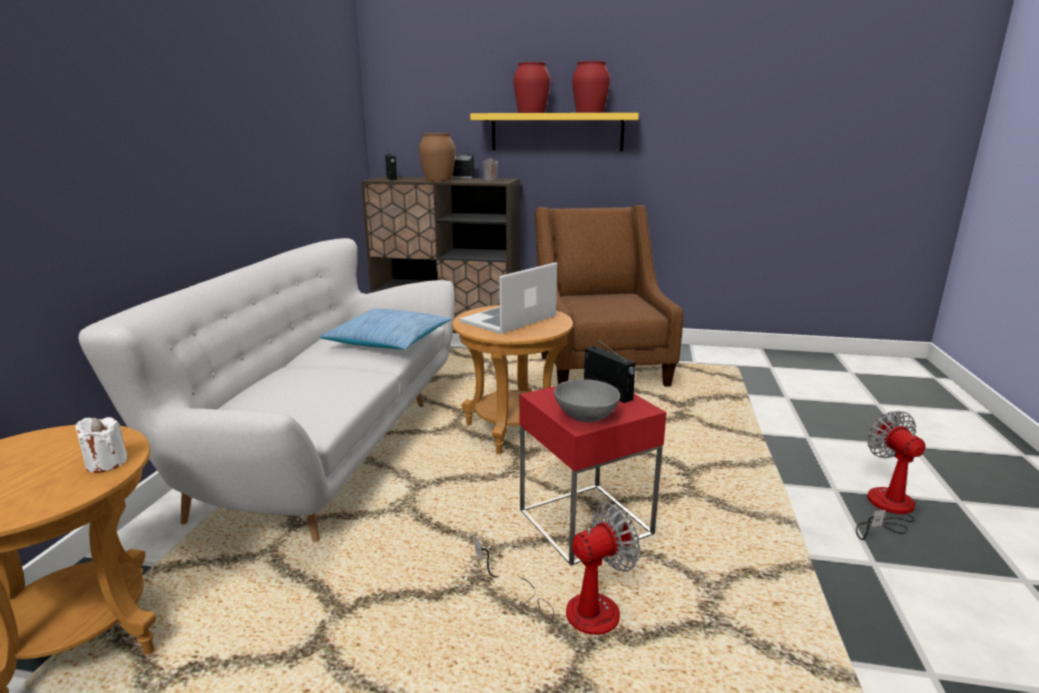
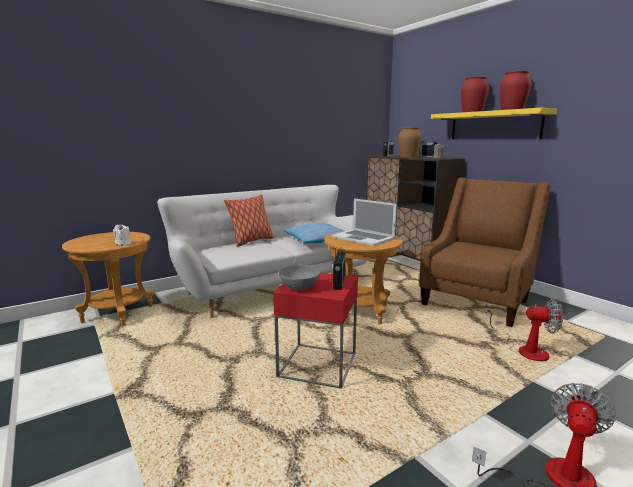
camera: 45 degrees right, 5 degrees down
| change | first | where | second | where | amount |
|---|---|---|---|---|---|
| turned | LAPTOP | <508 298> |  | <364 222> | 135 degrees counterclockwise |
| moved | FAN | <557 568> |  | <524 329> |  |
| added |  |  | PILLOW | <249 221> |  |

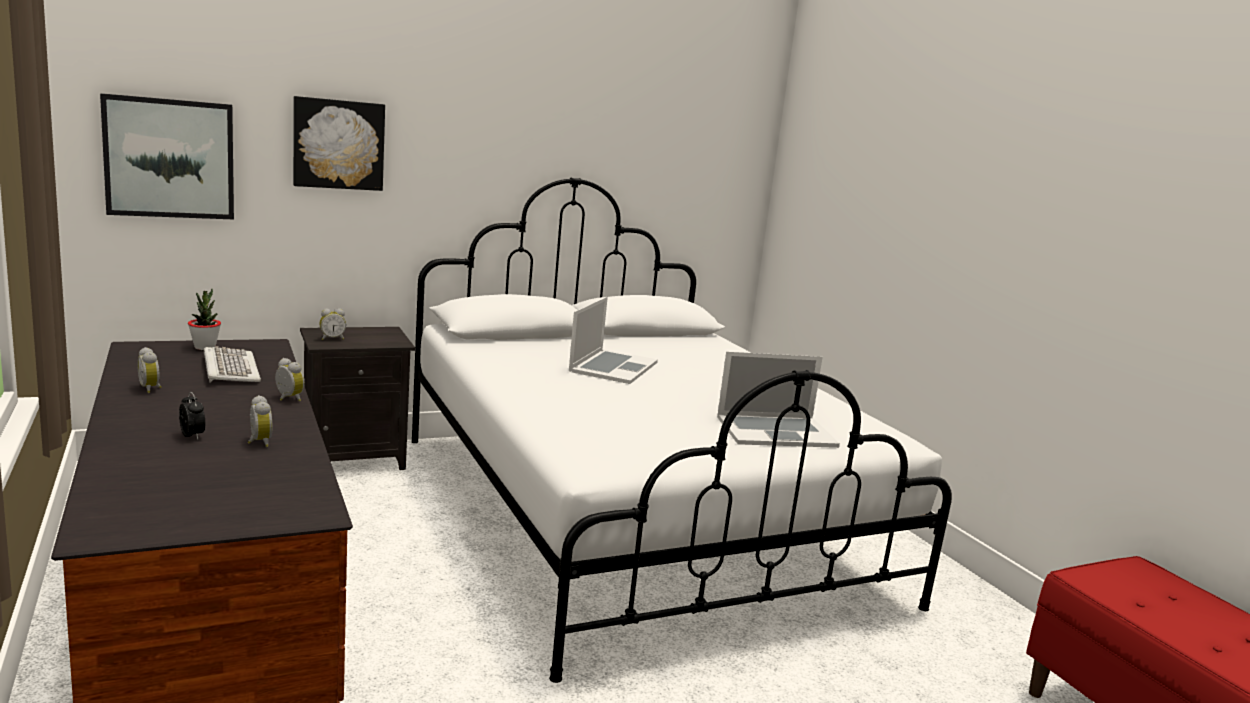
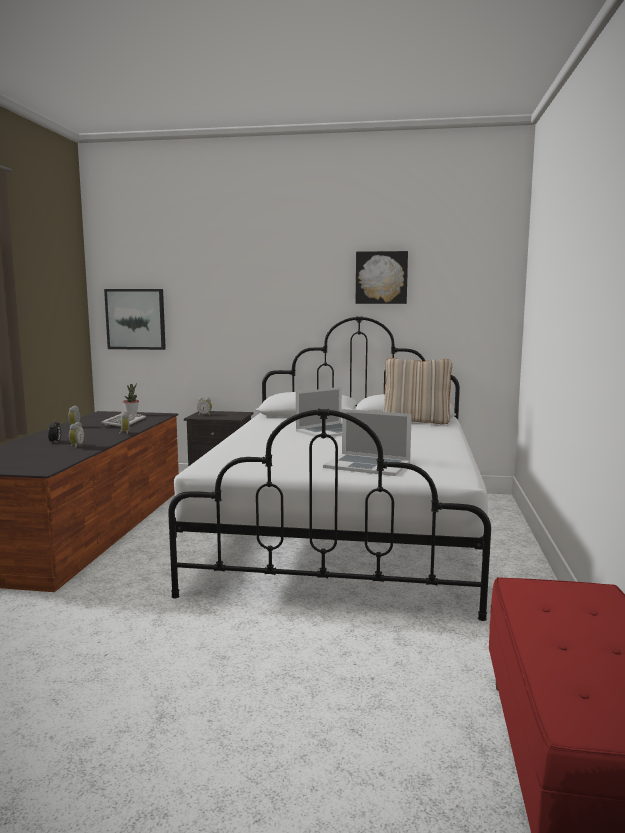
camera: 35 degrees right, 5 degrees down
| change | first | where | second | where | amount |
|---|---|---|---|---|---|
| moved | PICTURE | <339 143> |  | <382 277> |  |
| added |  |  | BEIGE PILLOW | <417 391> |  |

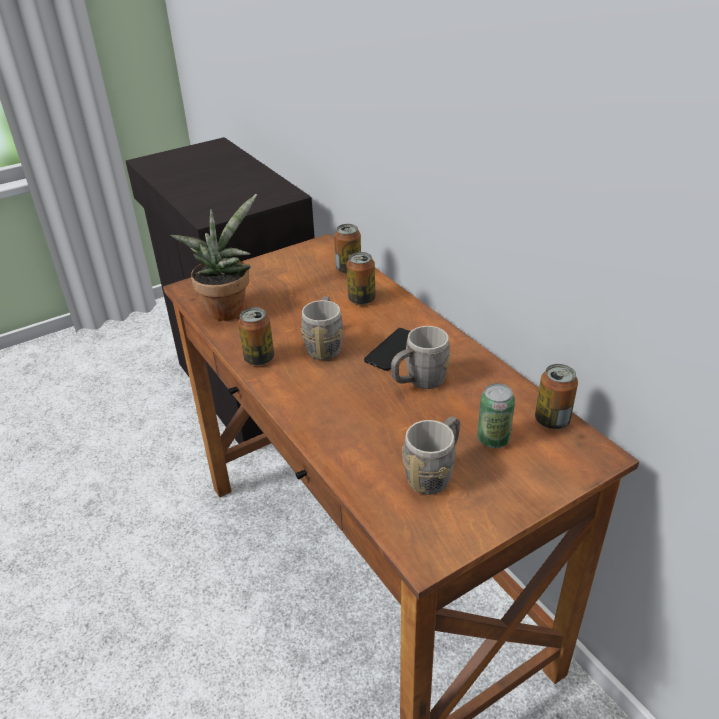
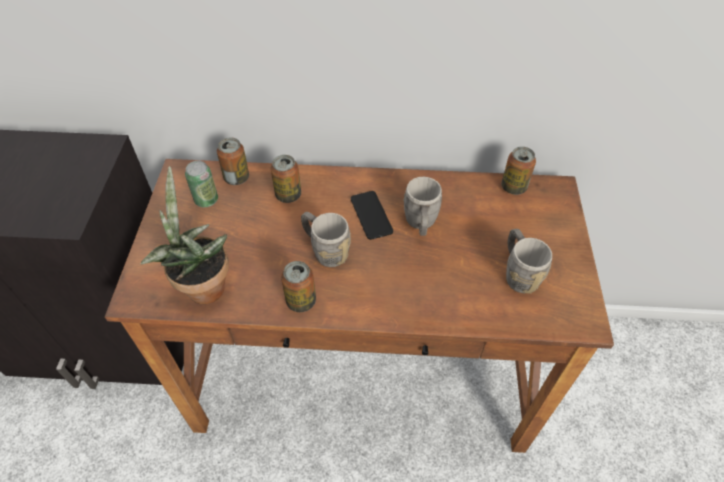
camera: 55 degrees left, 15 degrees up
| change | first | where | second | where | amount |
|---|---|---|---|---|---|
| moved | CAN | <496 415> |  | <201 184> |  |

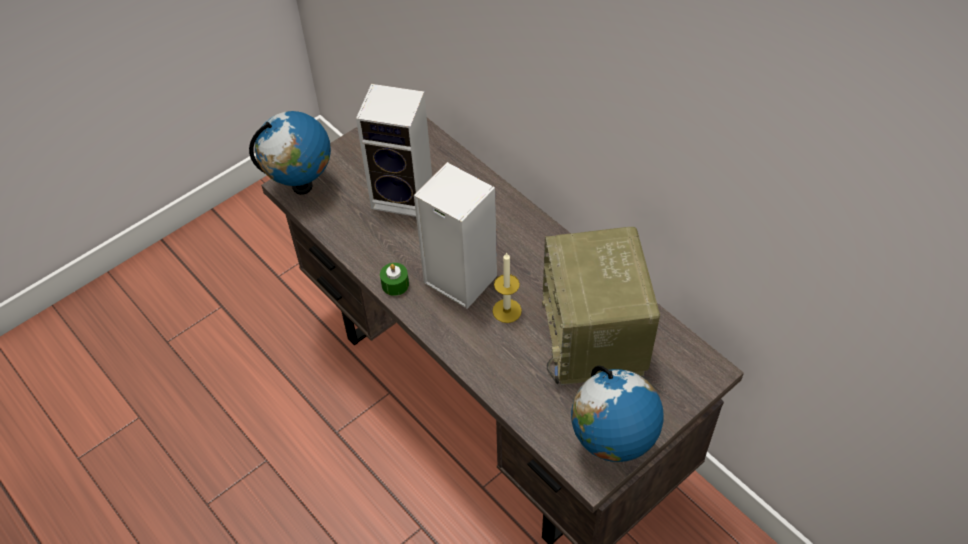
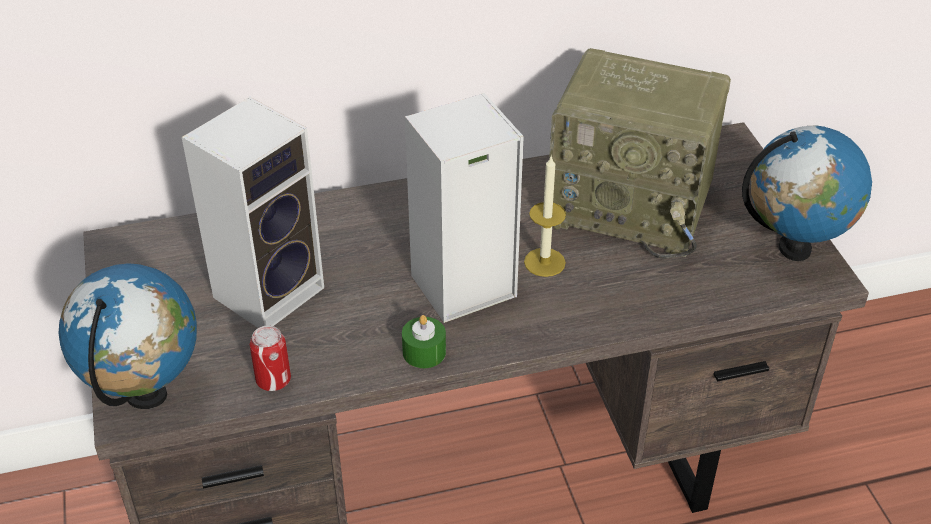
camera: 65 degrees left, 10 degrees down
| change | first | where | second | where | amount |
|---|---|---|---|---|---|
| added |  |  | CAN | <270 358> |  |

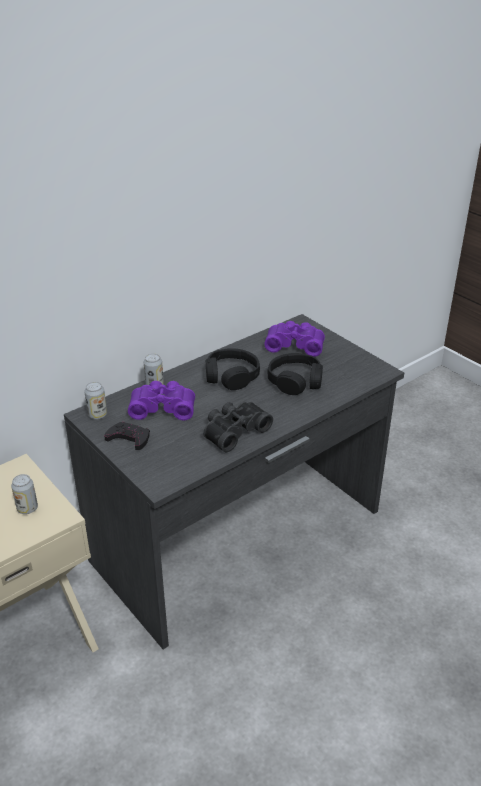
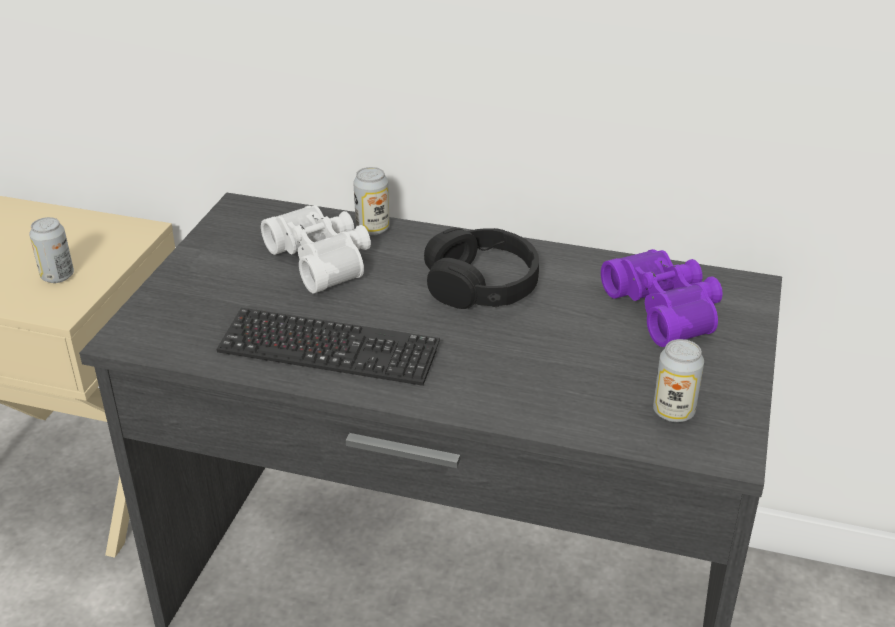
camera: 55 degrees right, 0 degrees up
| change | first | where | second | where | amount |
|---|---|---|---|---|---|
| moved | CAN | <95 400> |  | <678 380> |  |
| removed | BLACK GAME CONTROLLER | <127 436> |  |  |  |
| recoloured | PURPLE BINOCULARS | <161 400> | WHITE BINOCULARS | <316 249> |  |
| replaced | BLACK BINOCULARS | <238 427> | KEYBOARD | <328 347> |  |
| removed | BLACK HEADPHONES | <295 374> |  |  |  |

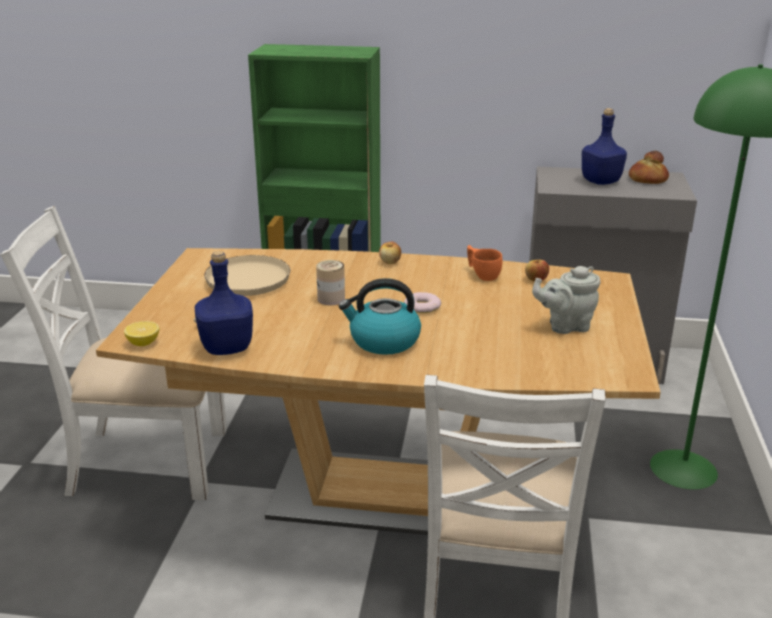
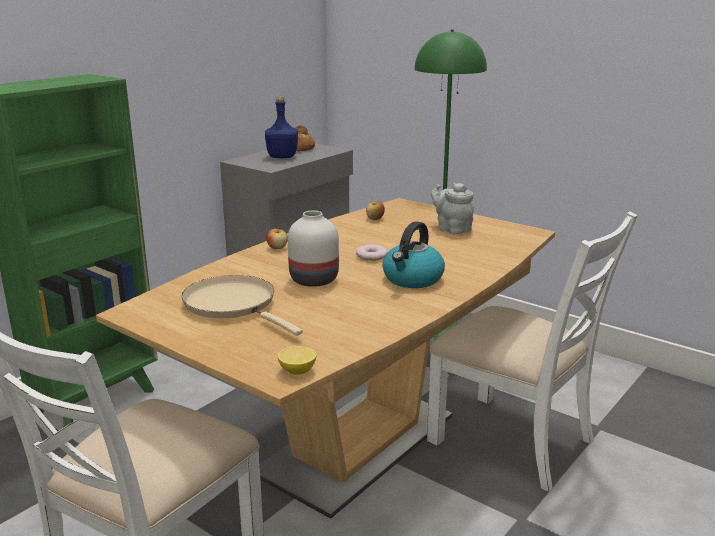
camera: 60 degrees left, 5 degrees down
| change | first | where | second | where | amount |
|---|---|---|---|---|---|
| removed | BLUE BOTTLE | <224 303> |  |  |  |
| replaced | CAN | <330 282> | WHITE VASE | <313 248> |  |
| removed | ORANGE CUP | <484 263> |  |  |  |
| turned | GREY TEAPOT | <566 300> |  | <452 209> | 120 degrees clockwise |

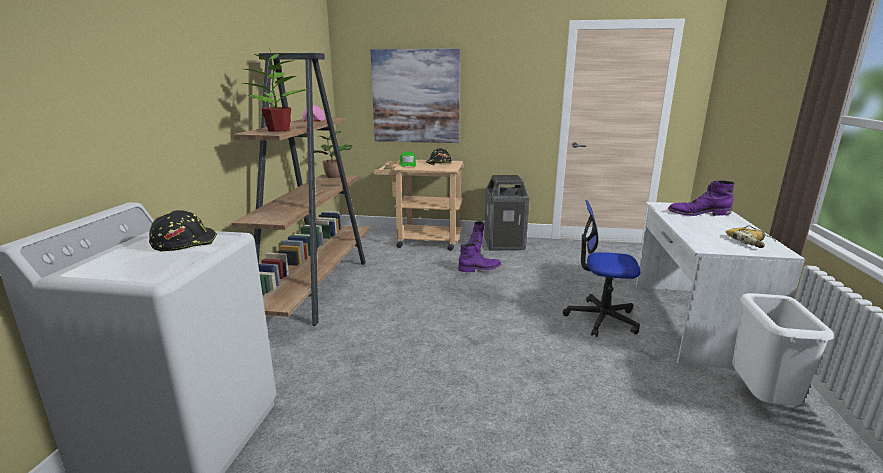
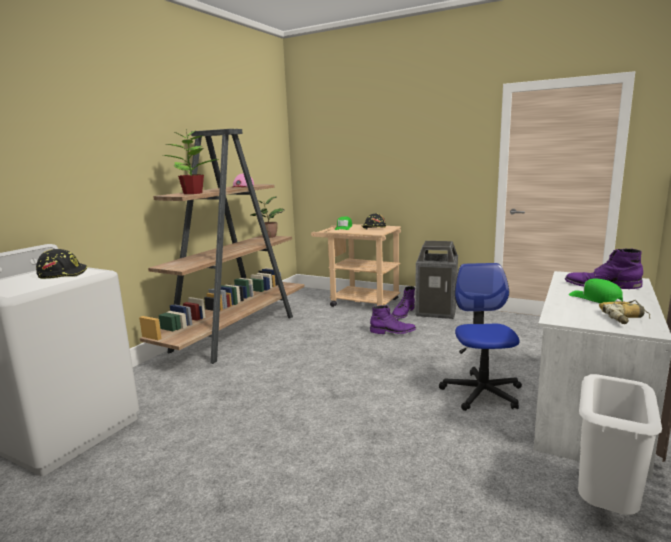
camera: 20 degrees right, 5 degrees down
| change | first | where | second | where | amount |
|---|---|---|---|---|---|
| removed | PICTURE | <415 96> |  |  |  |
| turned | OFFICE CHAIR | <601 268> |  | <480 337> | 60 degrees clockwise |
| added |  |  | GREEN CAP | <596 290> |  |

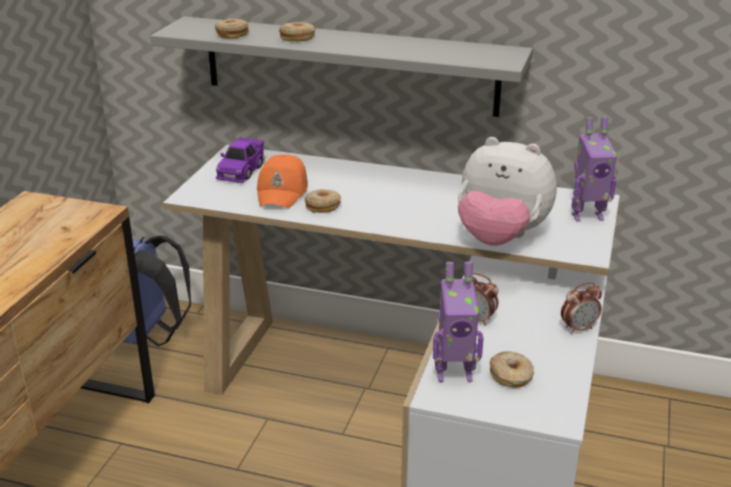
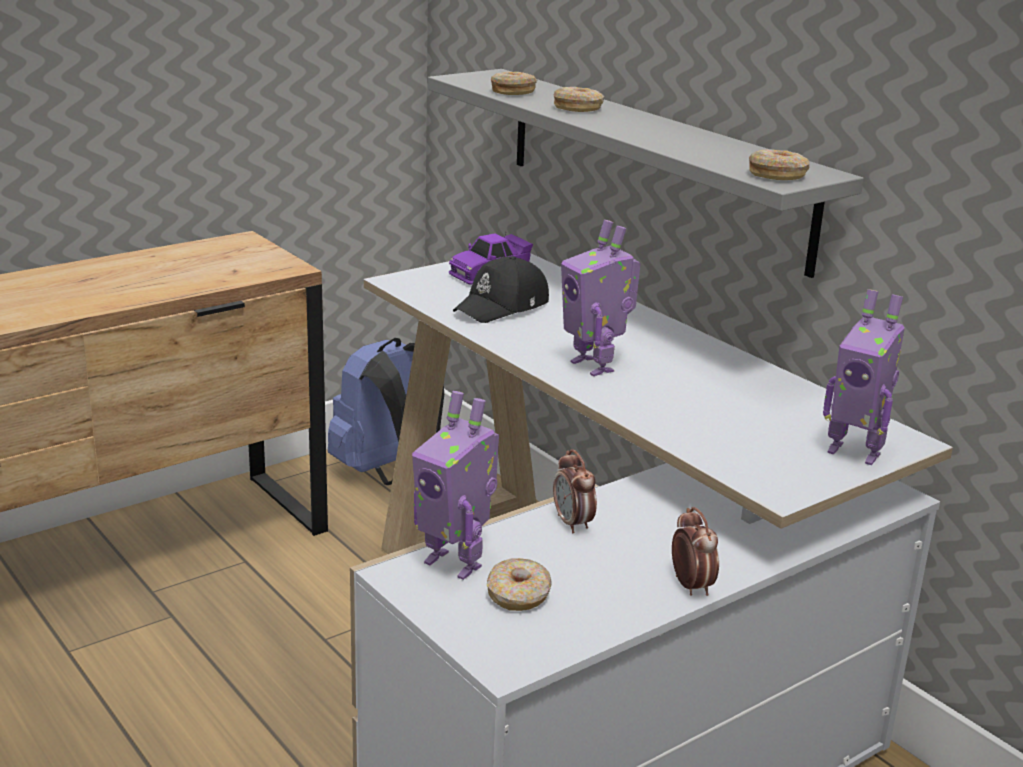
camera: 35 degrees right, 5 degrees down
| change | first | where | second | where | amount |
|---|---|---|---|---|---|
| recoloured | ORANGE CAP | <282 181> | BLACK CAP | <501 289> |  |
| moved | DONUT | <323 201> |  | <779 164> |  |
| removed | PLUSH TOY | <507 191> |  |  |  |
| turned | ALARM CLOCK | <581 308> |  | <695 551> | 120 degrees counterclockwise |
| added |  |  | TOY ROBOT | <601 298> |  |

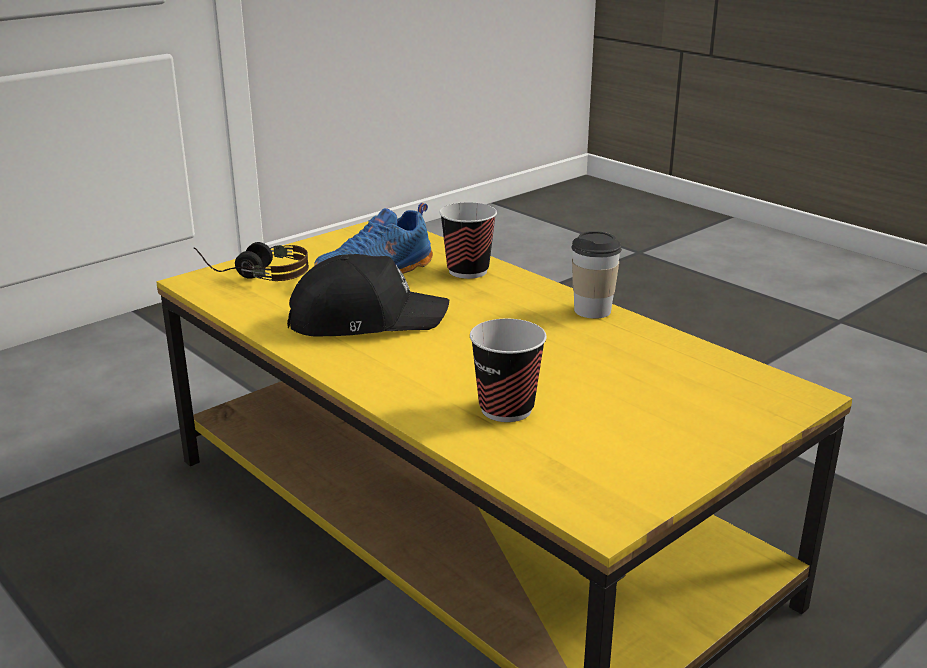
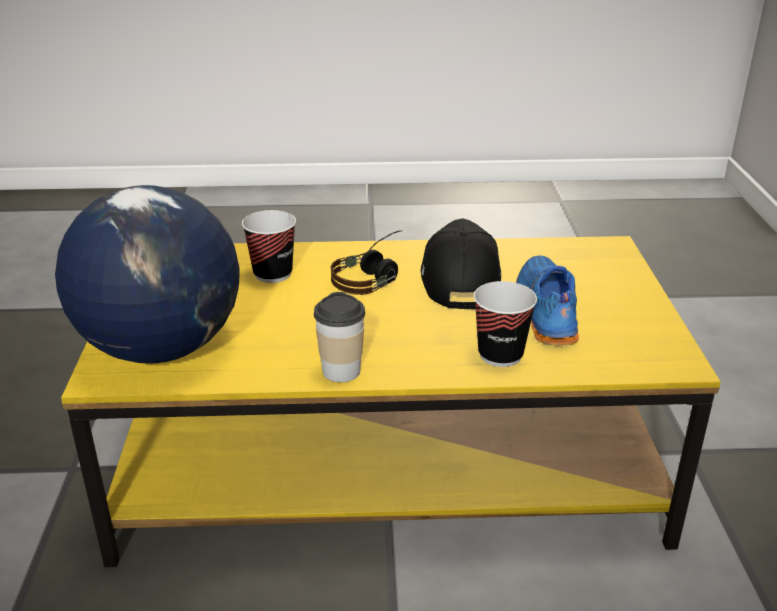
camera: 130 degrees right, 5 degrees up
| change | first | where | second | where | amount |
|---|---|---|---|---|---|
| moved | HEADPHONES | <251 261> |  | <366 262> |  |
| turned | BLACK CAP | <368 295> |  | <461 264> | 150 degrees clockwise |
| added |  |  | GLOBE | <147 274> |  |

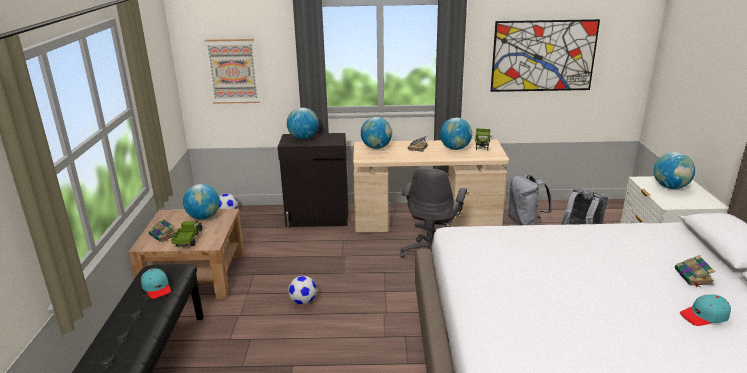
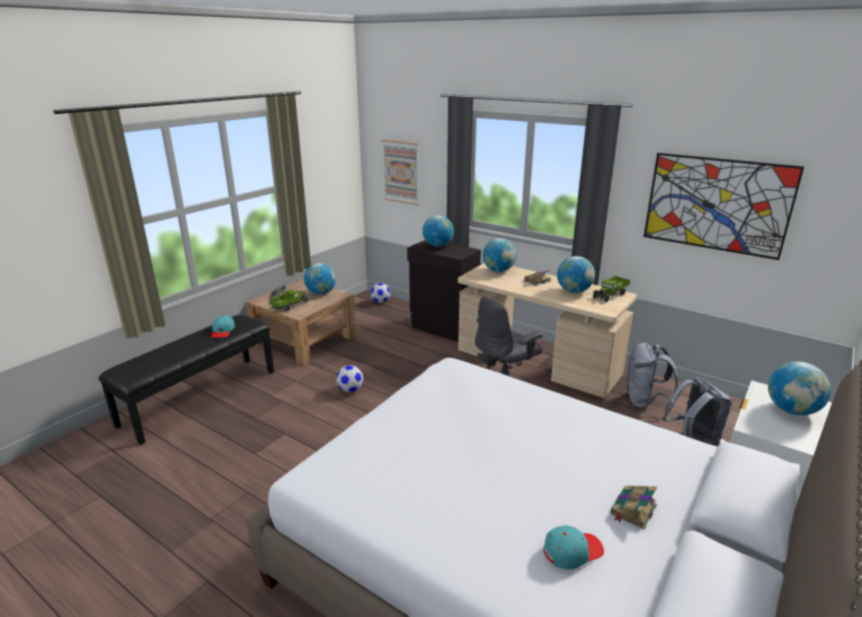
camera: 35 degrees right, 0 degrees up
| change | first | where | second | where | amount |
|---|---|---|---|---|---|
| turned | TURQUOISE CAP | <705 310> |  | <574 547> | 135 degrees clockwise |

